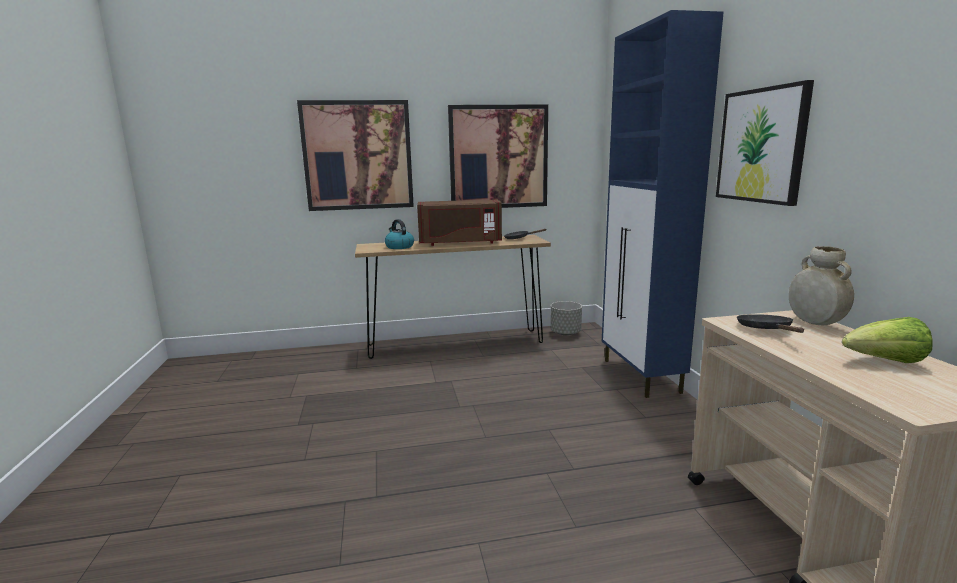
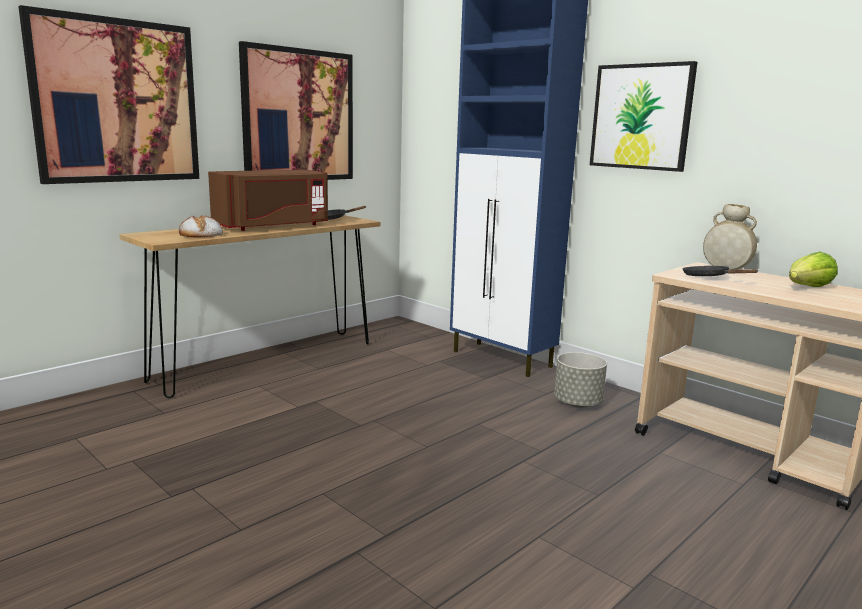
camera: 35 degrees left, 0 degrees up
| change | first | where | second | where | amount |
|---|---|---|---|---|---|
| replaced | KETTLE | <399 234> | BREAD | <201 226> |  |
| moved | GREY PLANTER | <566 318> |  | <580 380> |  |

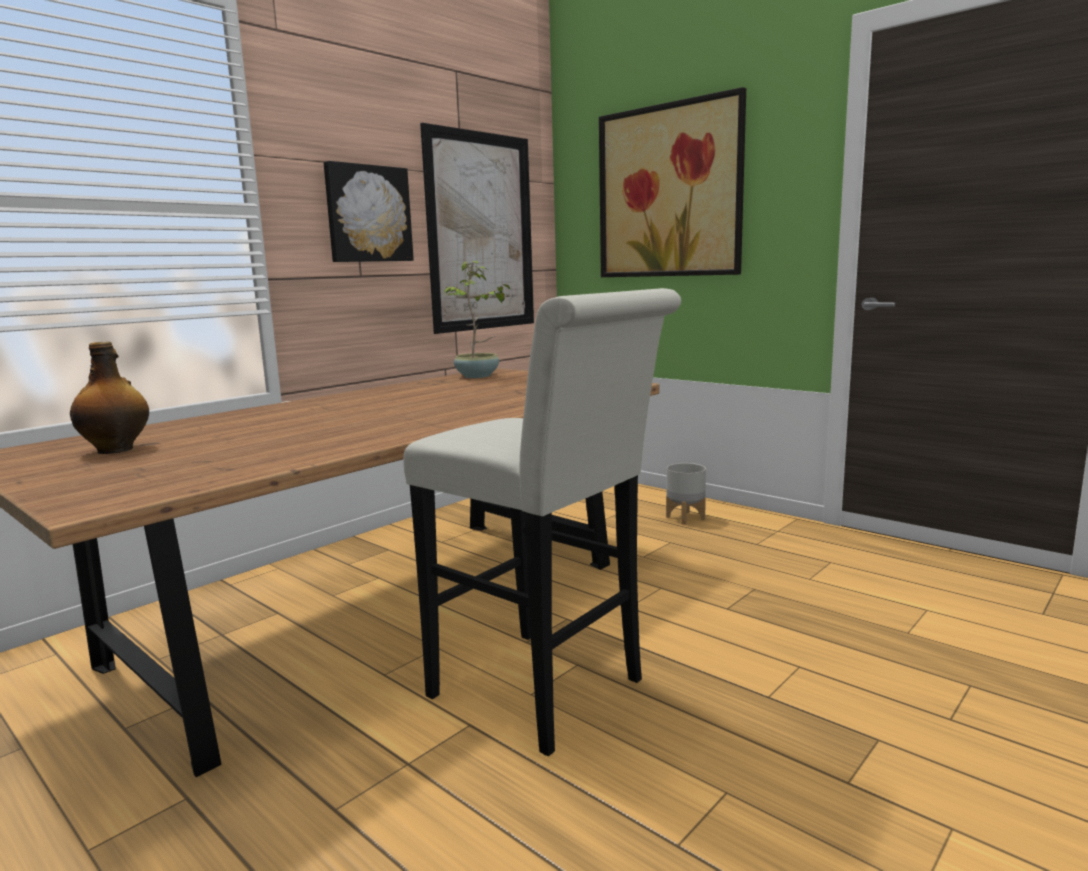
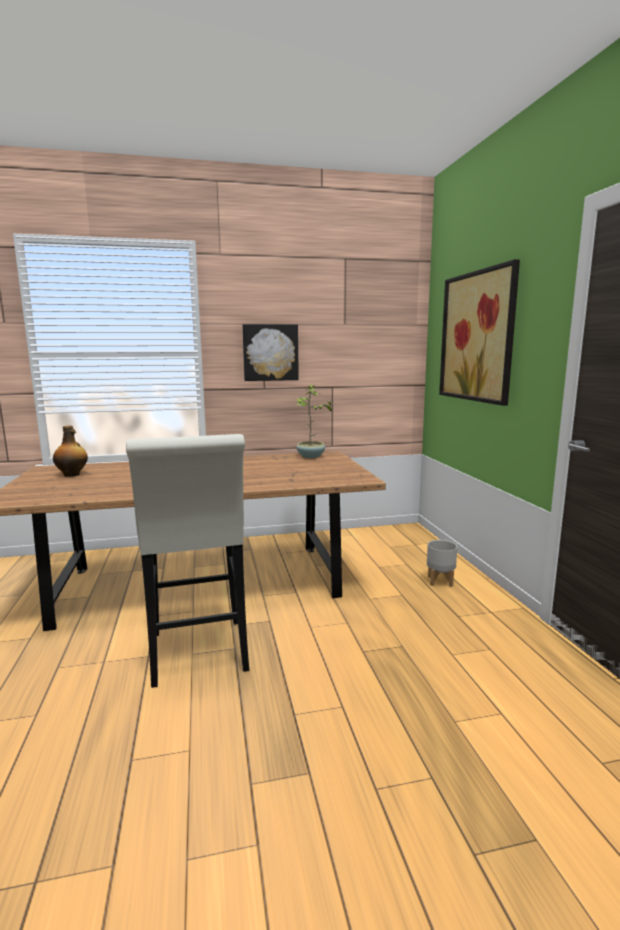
camera: 35 degrees right, 0 degrees up
| change | first | where | second | where | amount |
|---|---|---|---|---|---|
| removed | PICTURE | <477 228> |  |  |  |

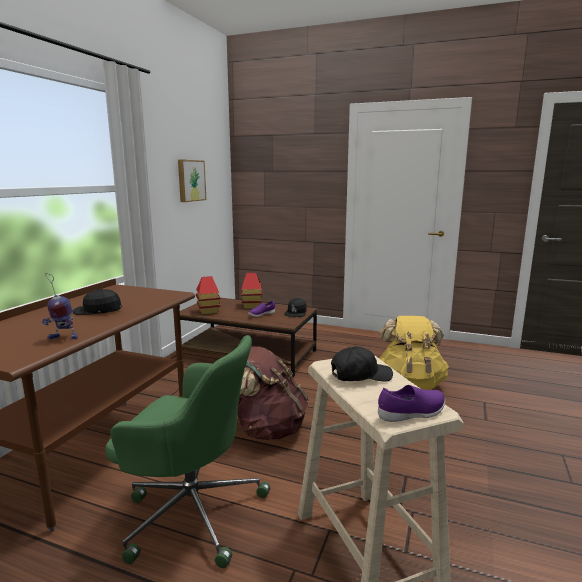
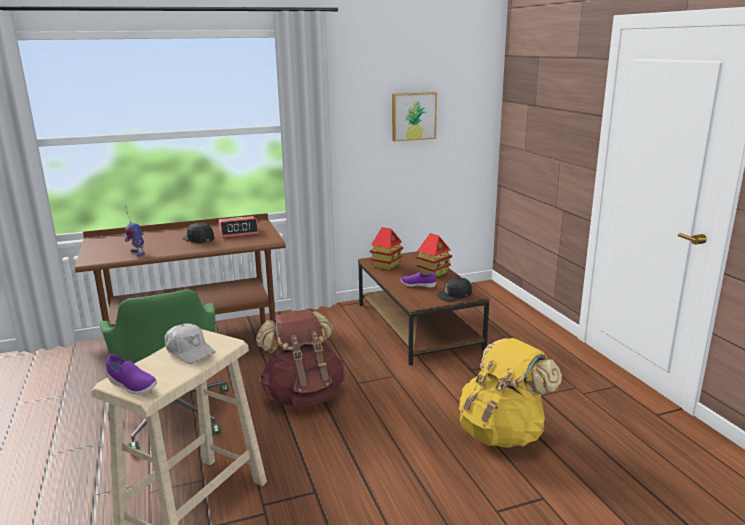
camera: 50 degrees right, 5 degrees up
| change | first | where | second | where | amount |
|---|---|---|---|---|---|
| recoloured | BLACK CAP | <362 364> | WHITE CAP | <190 343> |  |
| added |  |  | ALARM CLOCK | <239 227> |  |

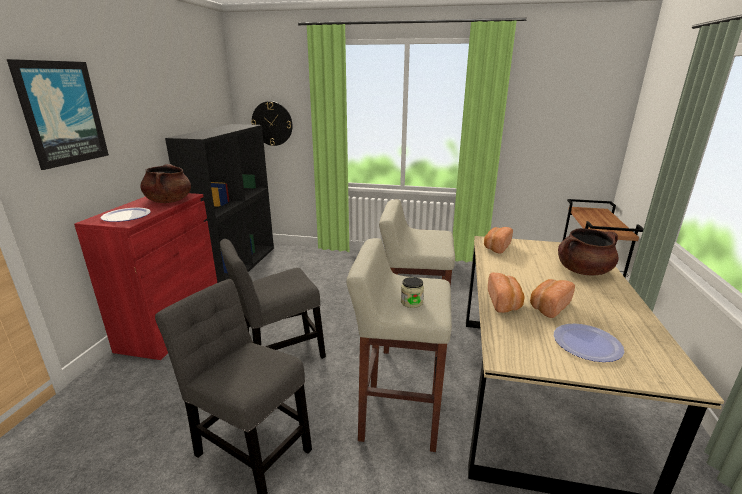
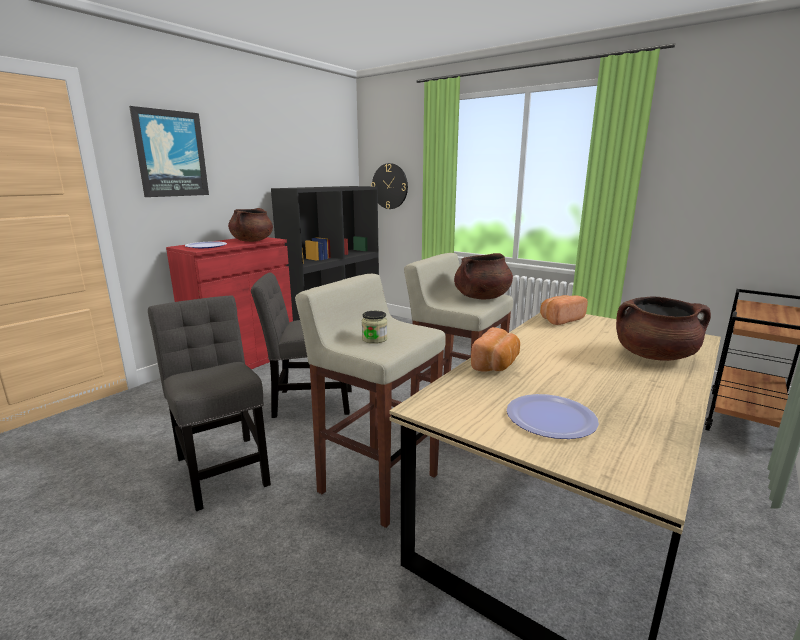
camera: 25 degrees right, 5 degrees down
| change | first | where | second | where | amount |
|---|---|---|---|---|---|
| removed | BREAD | <552 298> |  |  |  |
| added |  |  | BROWN COOKING POT | <483 276> |  |

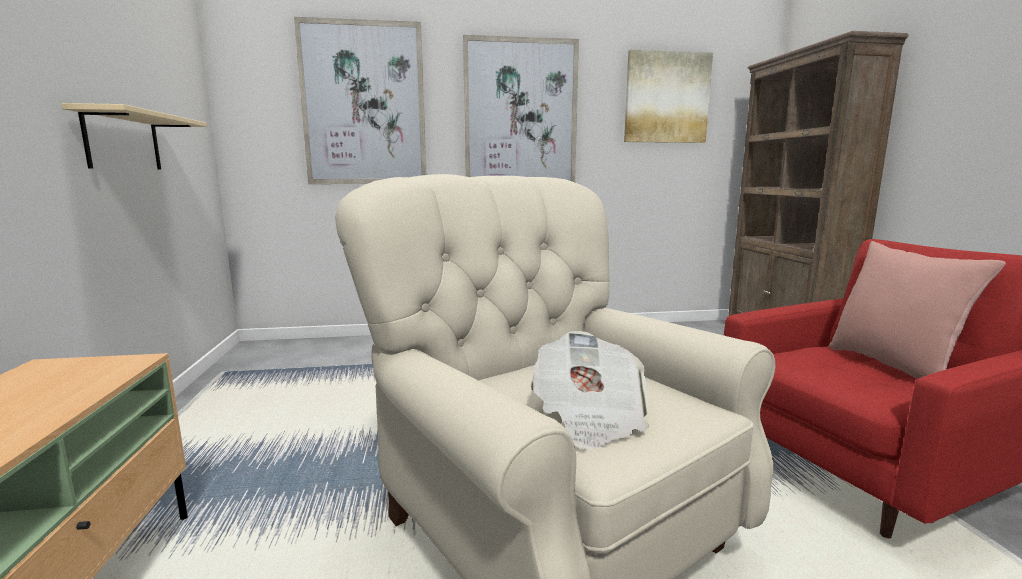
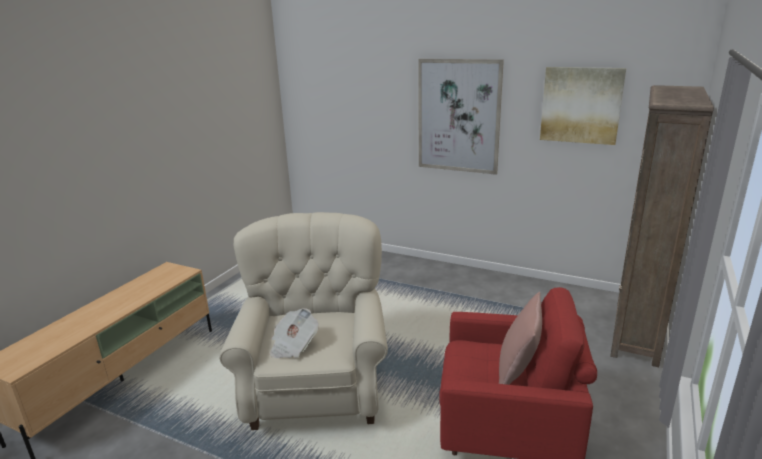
camera: 35 degrees right, 10 degrees up
| change | first | where | second | where | amount |
|---|---|---|---|---|---|
| removed | BEIGE SHELF | <134 136> |  |  |  |
| removed | PICTURE | <360 100> |  |  |  |

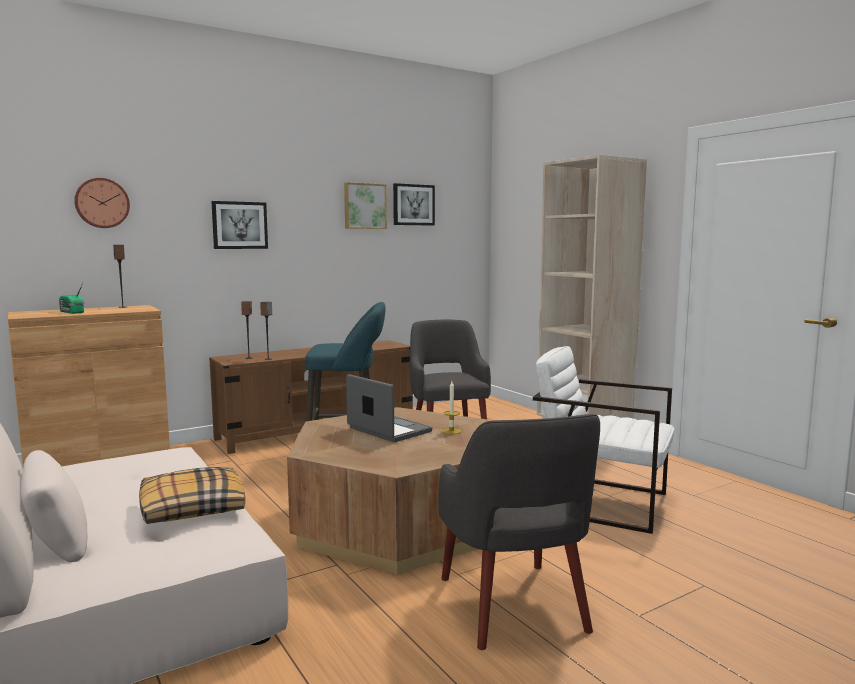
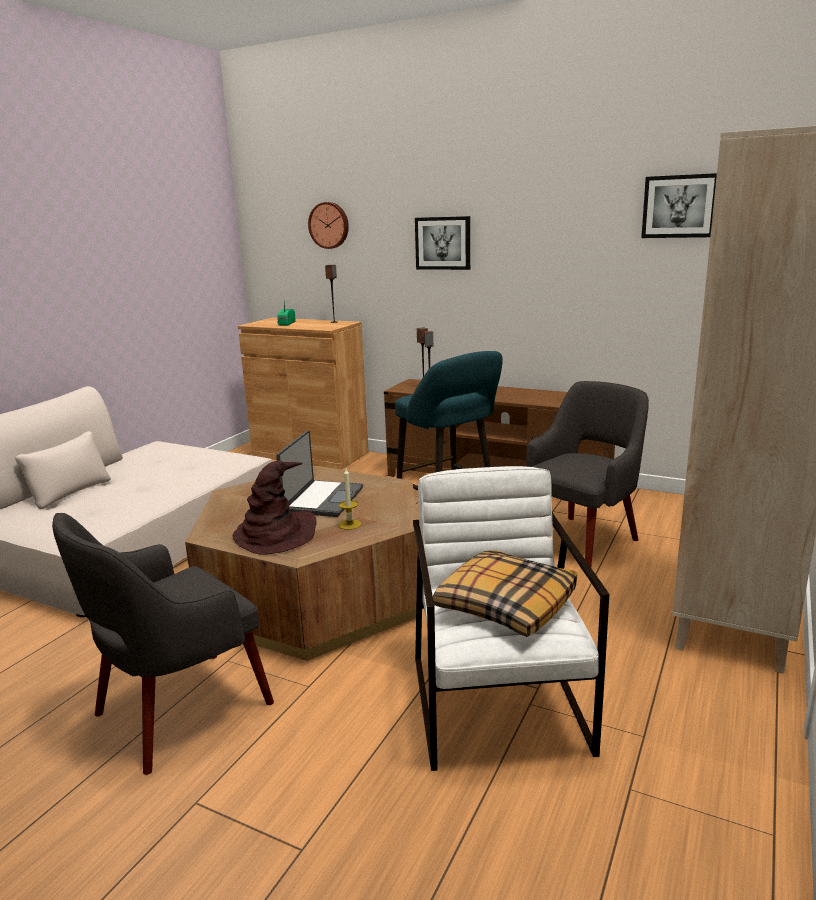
camera: 60 degrees right, 10 degrees up
| change | first | where | second | where | amount |
|---|---|---|---|---|---|
| moved | PILLOW | <192 495> |  | <505 593> |  |
| removed | PICTURE | <365 205> |  |  |  |
| added |  |  | BROWN HAT | <274 508> |  |

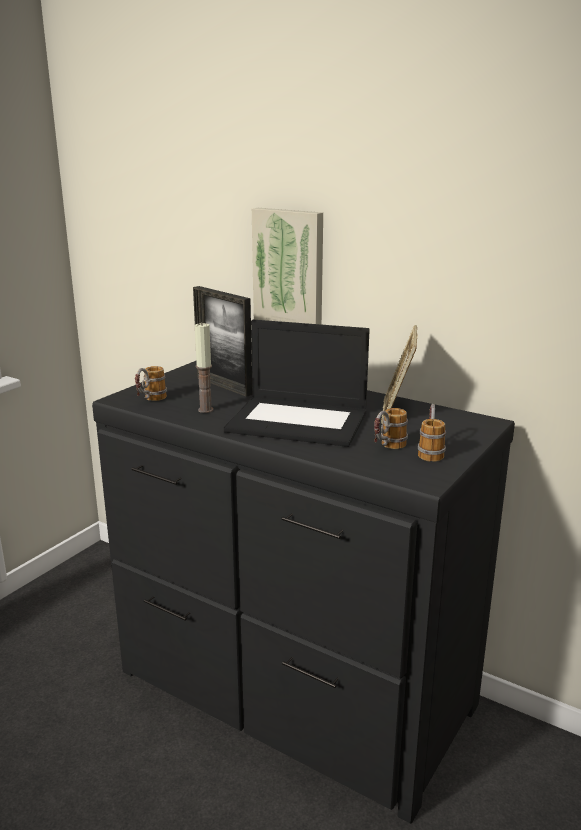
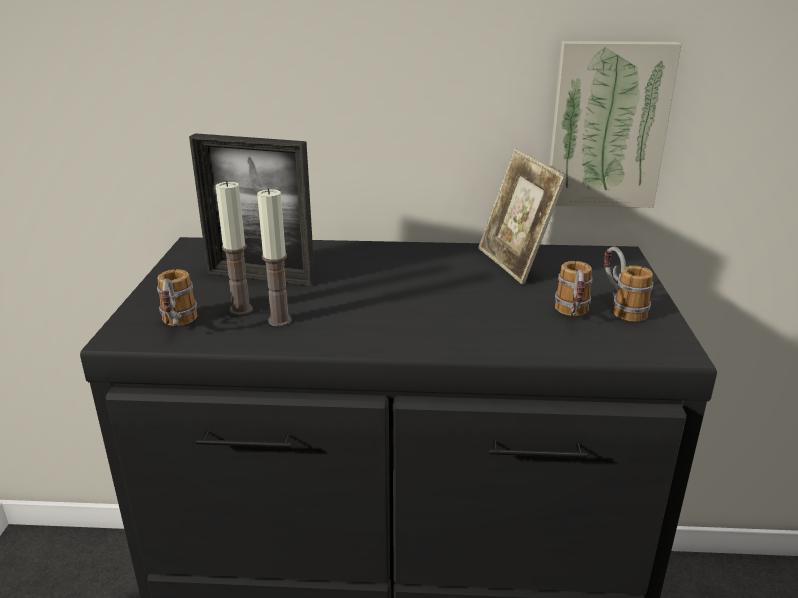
camera: 30 degrees left, 5 degrees up
| change | first | where | second | where | amount |
|---|---|---|---|---|---|
| removed | LAPTOP | <297 383> |  |  |  |
| moved | PICTURE | <287 266> |  | <615 124> |  |
| added |  |  | CANDLE | <234 247> |  |

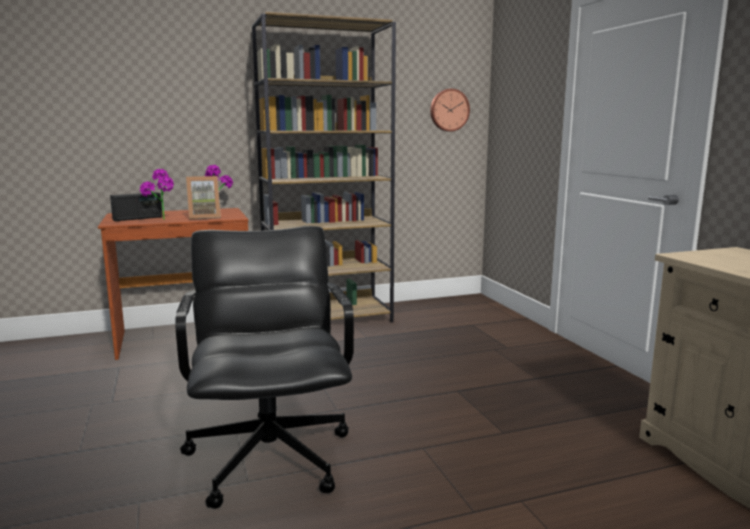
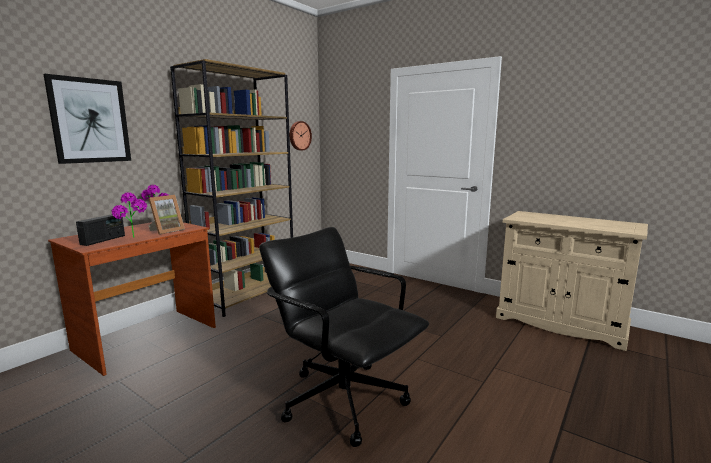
camera: 35 degrees left, 0 degrees up
| change | first | where | second | where | amount |
|---|---|---|---|---|---|
| added |  |  | PICTURE | <87 119> |  |

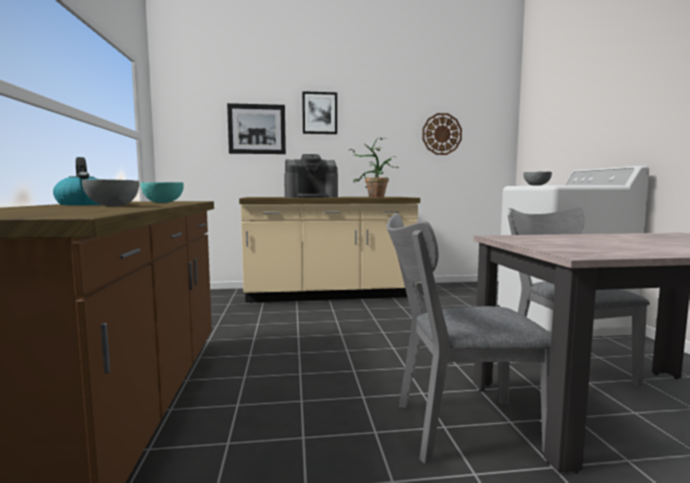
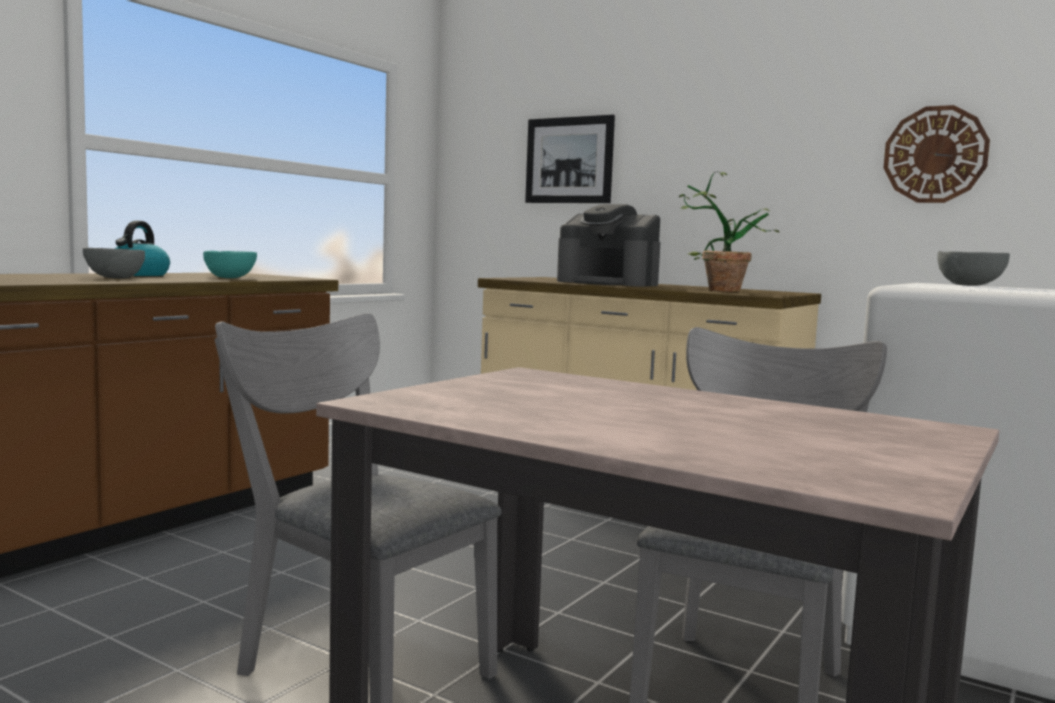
camera: 40 degrees right, 0 degrees up
| change | first | where | second | where | amount |
|---|---|---|---|---|---|
| removed | PICTURE | <319 112> |  |  |  |

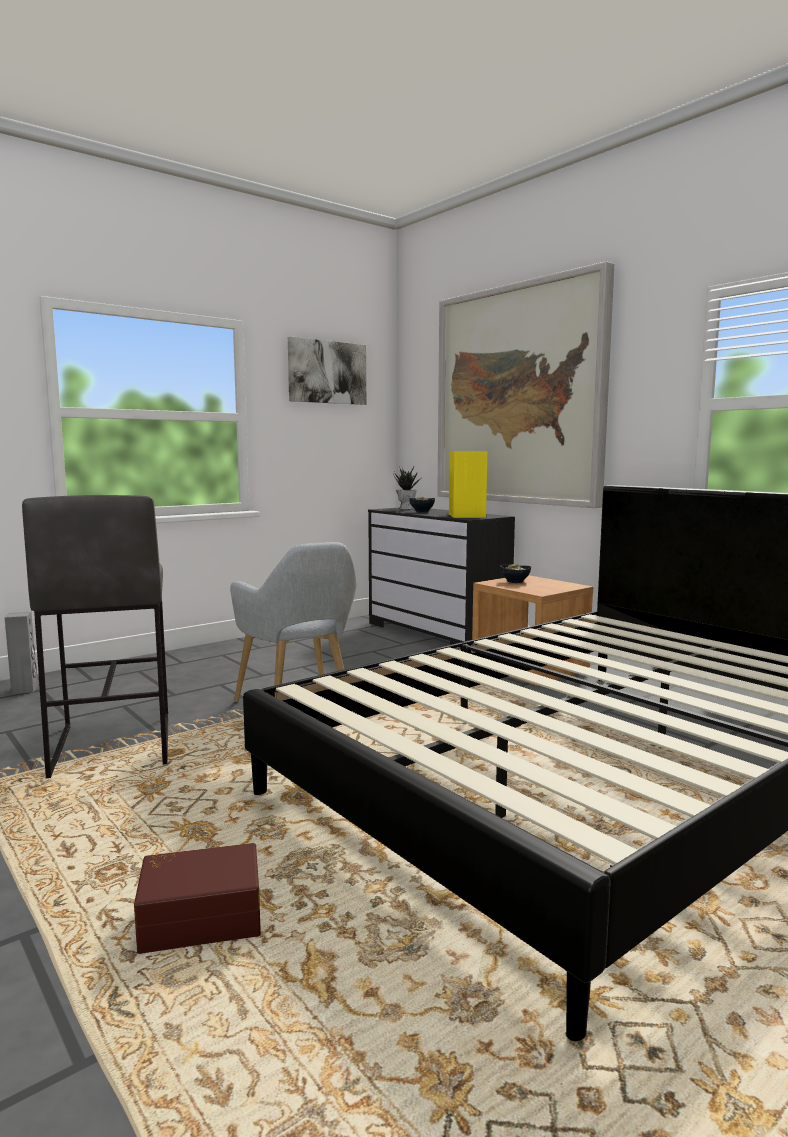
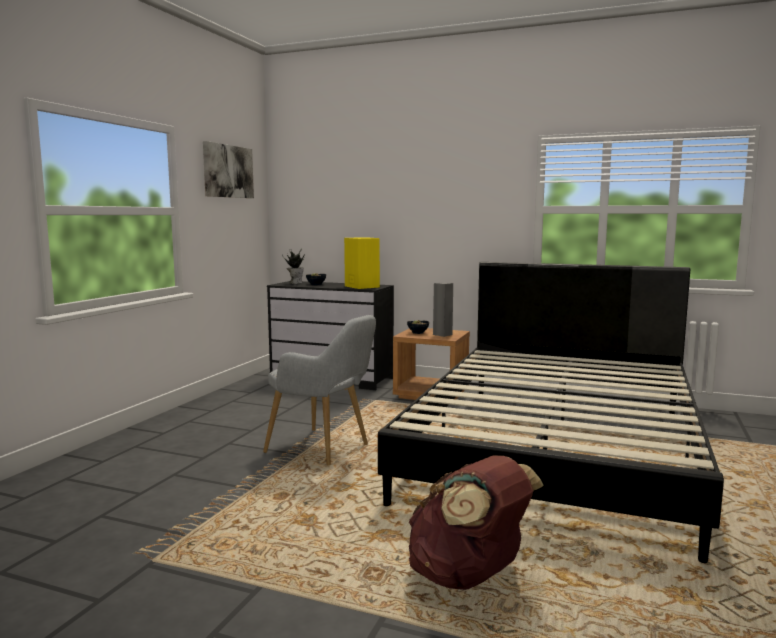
camera: 30 degrees left, 0 degrees up
| change | first | where | second | where | amount |
|---|---|---|---|---|---|
| moved | GREY SPEAKER | <21 653> |  | <443 309> |  |
| removed | GREY STOOL | <95 636> |  |  |  |
| replaced | BROWN STORAGE BOX | <197 898> | BROWN BACKPACK | <476 522> |  |
| removed | PICTURE | <526 384> |  |  |  |

